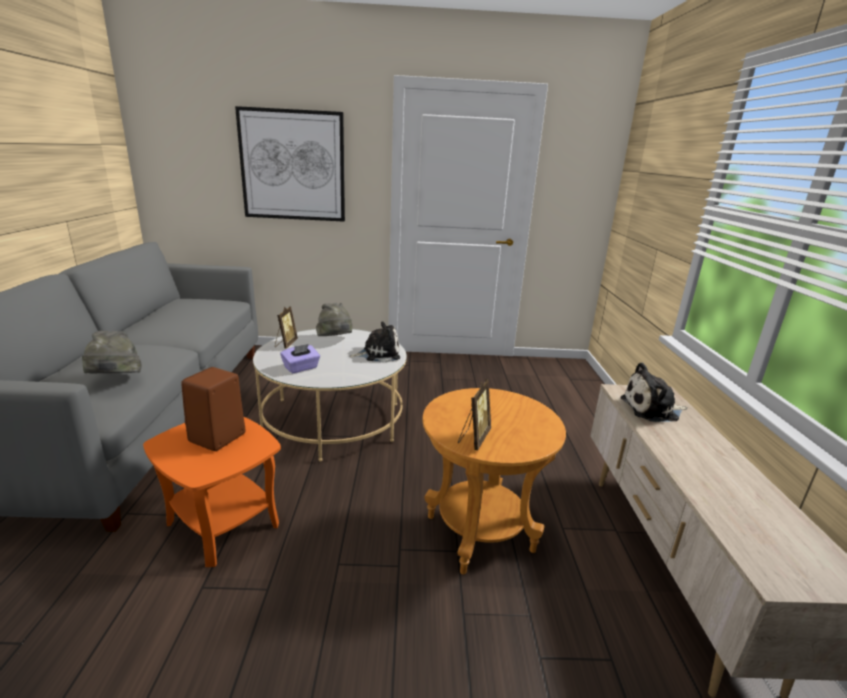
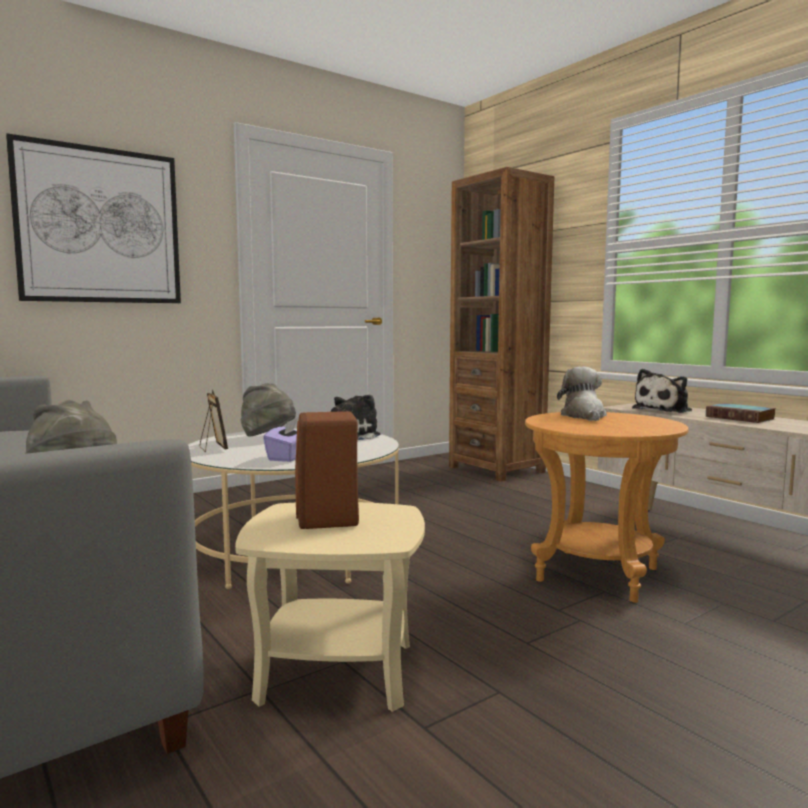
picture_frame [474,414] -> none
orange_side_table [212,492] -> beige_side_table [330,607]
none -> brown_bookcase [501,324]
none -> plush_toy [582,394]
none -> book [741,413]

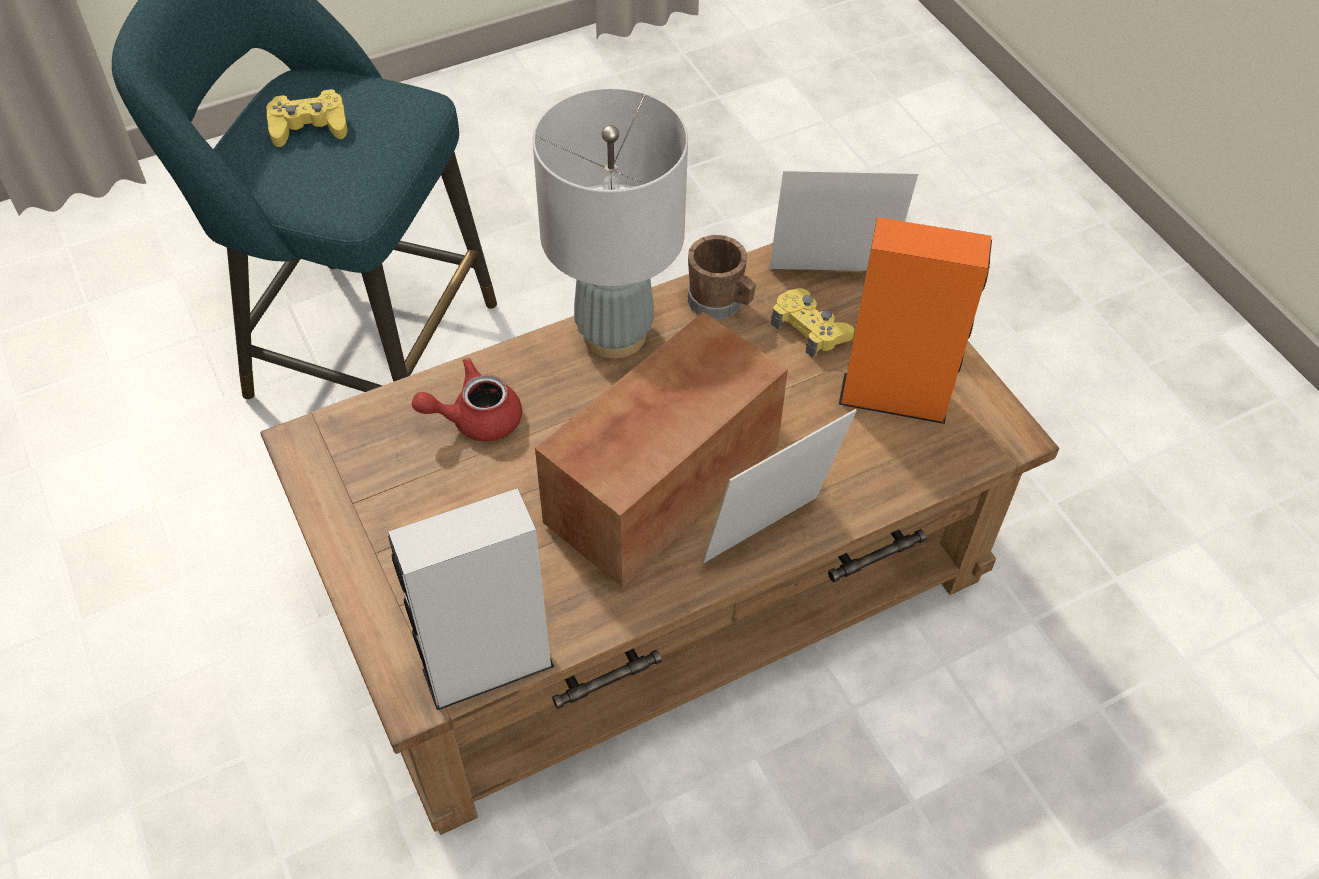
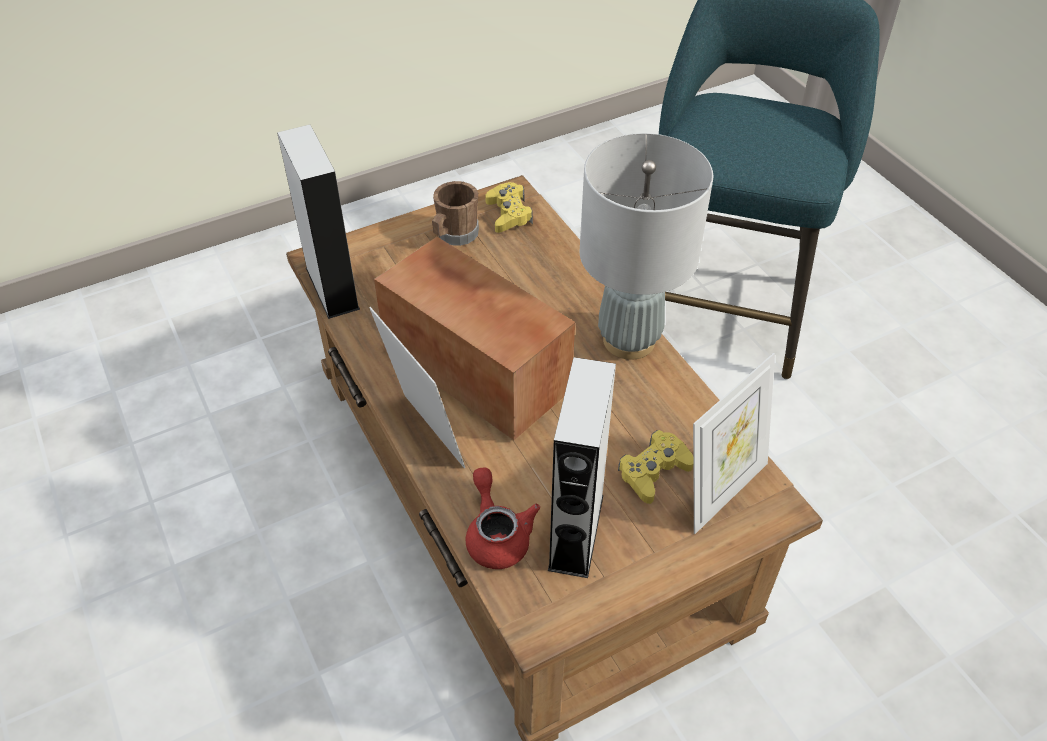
yellow_game_controller [307,118] -> yellow_game_controller [509,207], moved
picture_frame [843,220] -> picture_frame [734,443], 45 degrees clockwise
orange_speaker [915,320] -> grey_speaker [582,467]
brown_mug [722,277] -> brown_mug [455,213], moved
red_teapot [467,400] -> red_teapot [502,518], moved

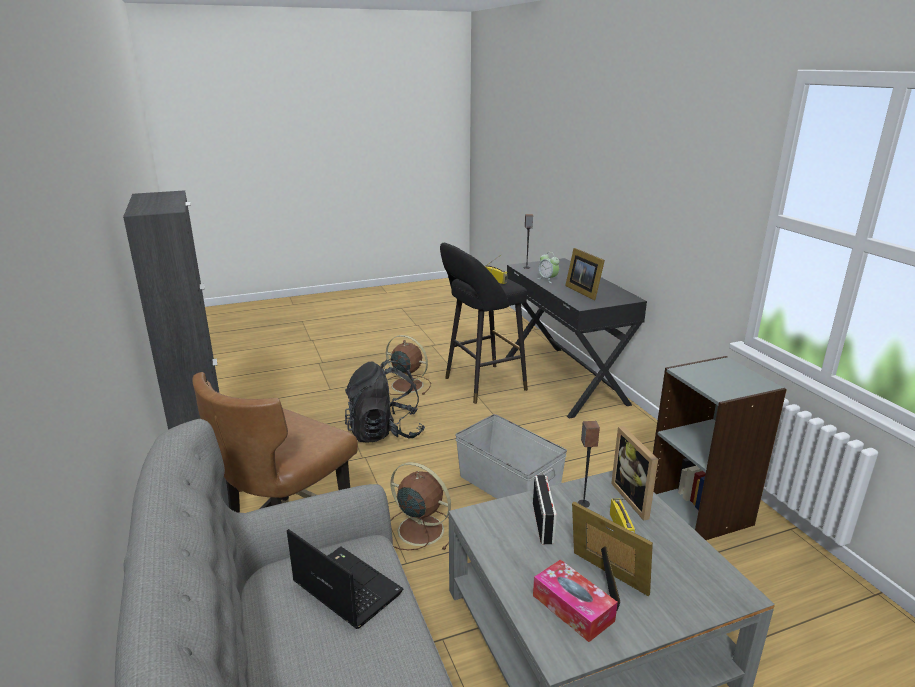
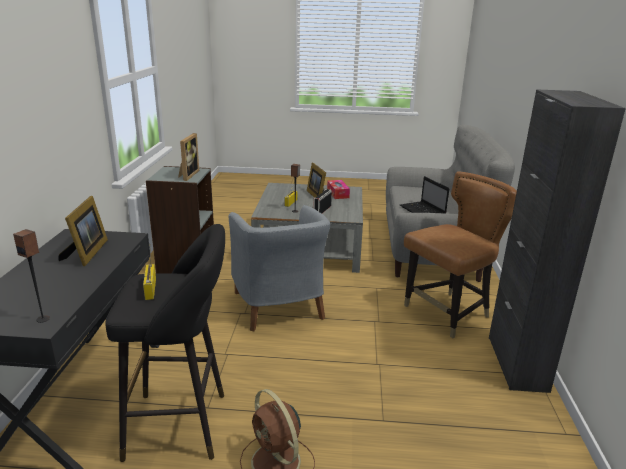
alarm_clock [549,267] -> none
black_backpack [385,401] -> none
grey_storage_box [511,456] -> grey_armchair [279,268]
picture_frame [634,473] -> picture_frame [188,157], moved
brown_fan [420,506] -> none

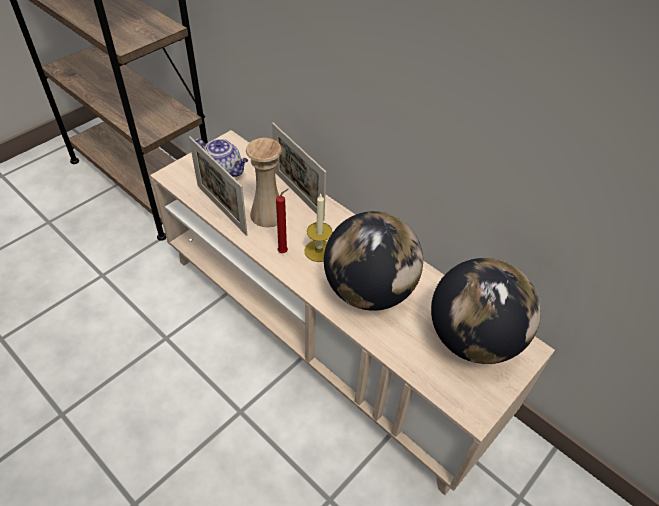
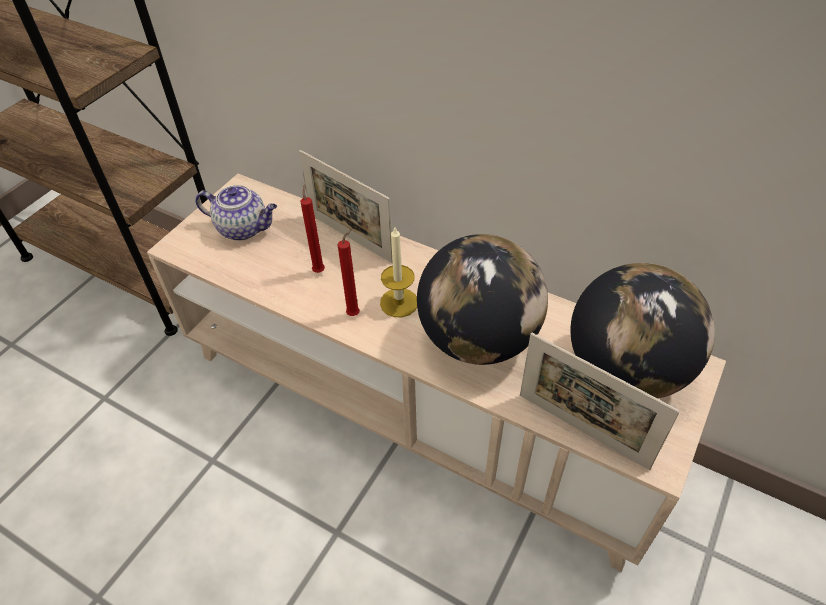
picture_frame [218,186] -> picture_frame [600,401], moved
beige_vase [264,183] -> red_candle [312,228]

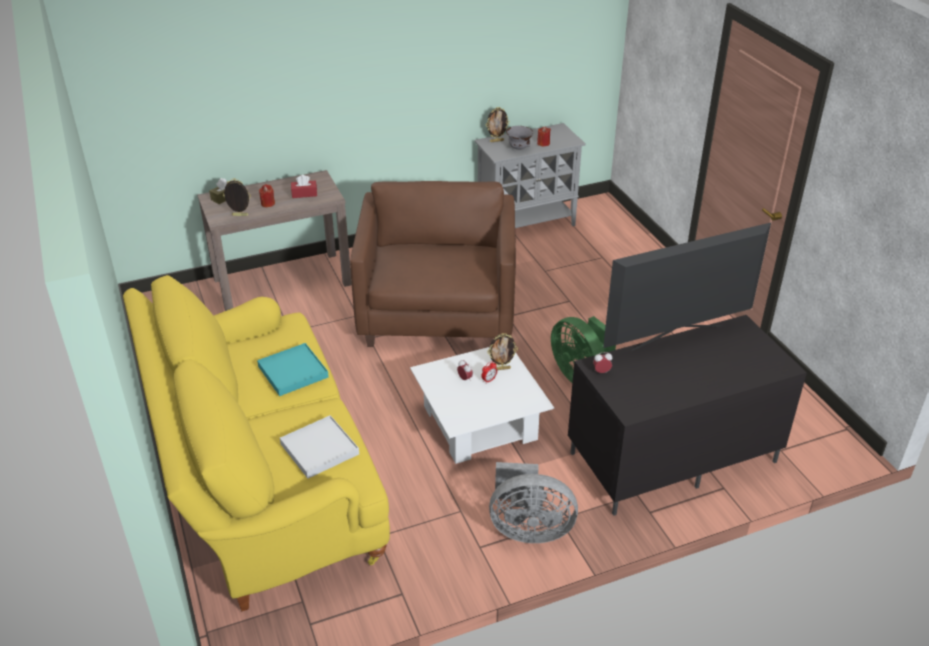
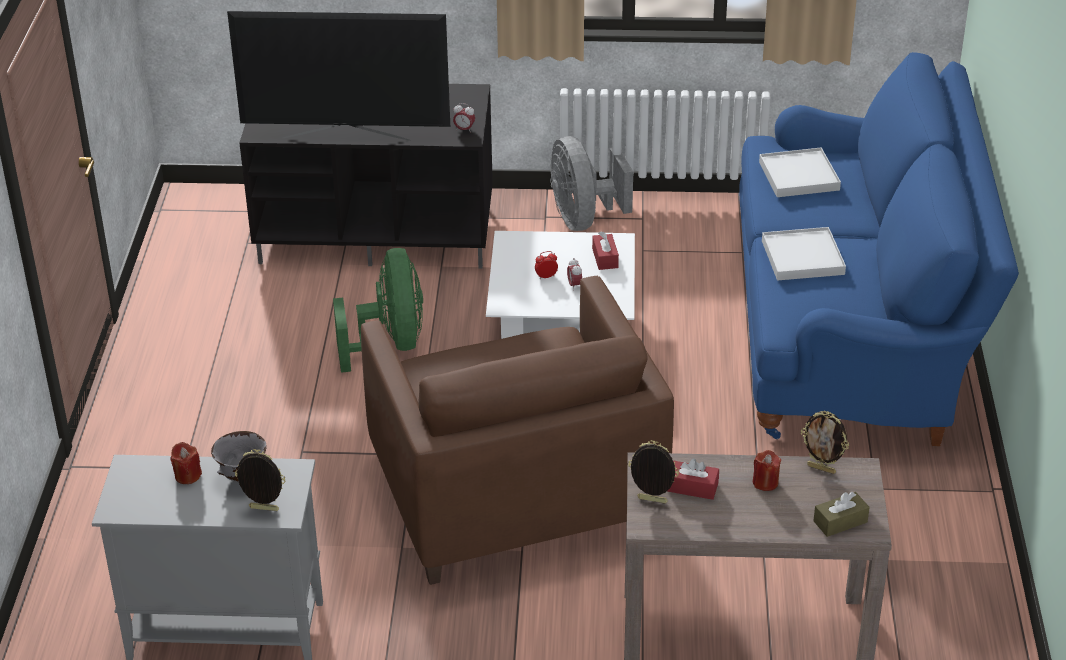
brown_armchair [433,264] -> brown_armchair [517,430], 45 degrees counterclockwise
yellow_sofa [256,443] -> blue_sofa [879,249]
picture_frame [502,351] -> picture_frame [653,471], moved
turquoise_tray [293,369] -> white_tray [804,254]
grey_fan [533,502] -> grey_fan [591,183], 135 degrees counterclockwise
none -> red_tissue_box [605,251]

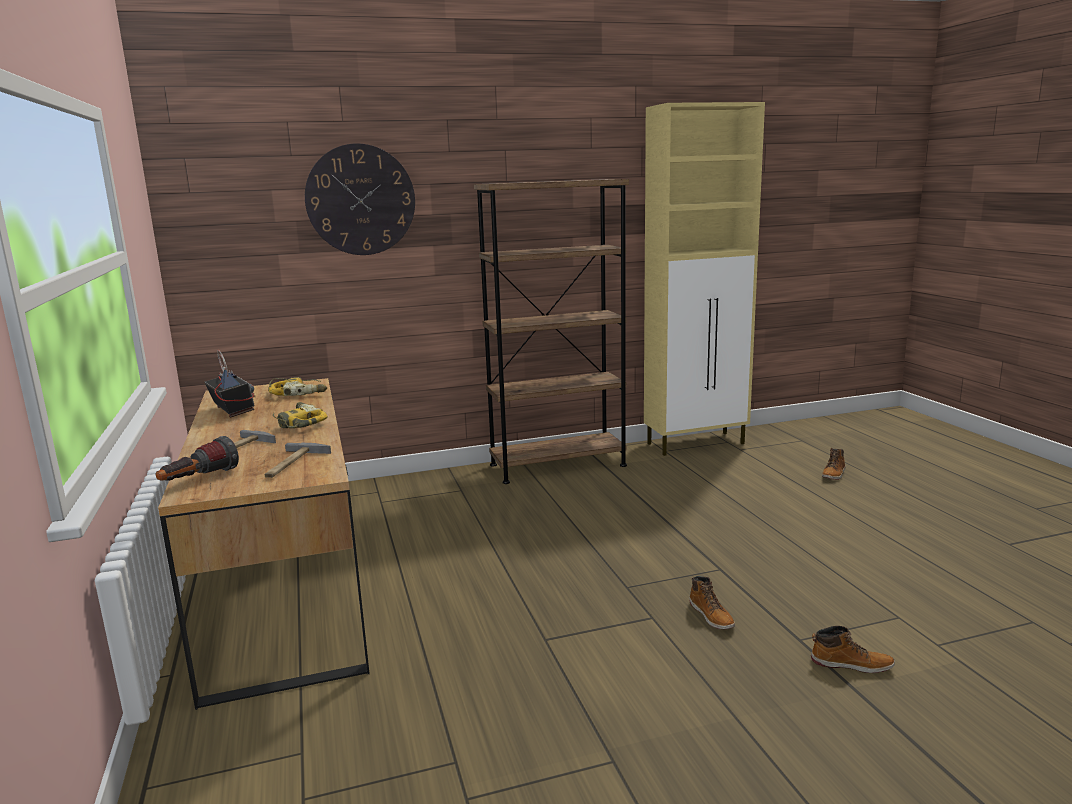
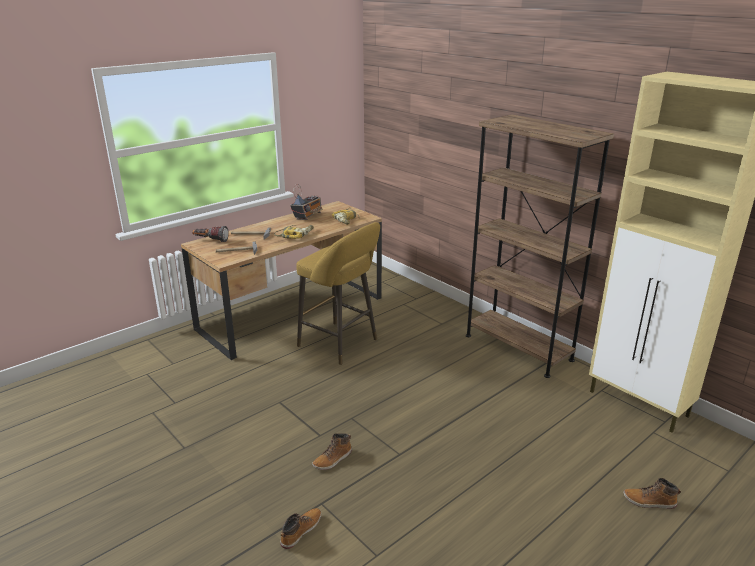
wall_clock [360,199] -> none
boot [853,649] -> boot [301,528], 135 degrees counterclockwise
none -> yellow_stool [338,293]

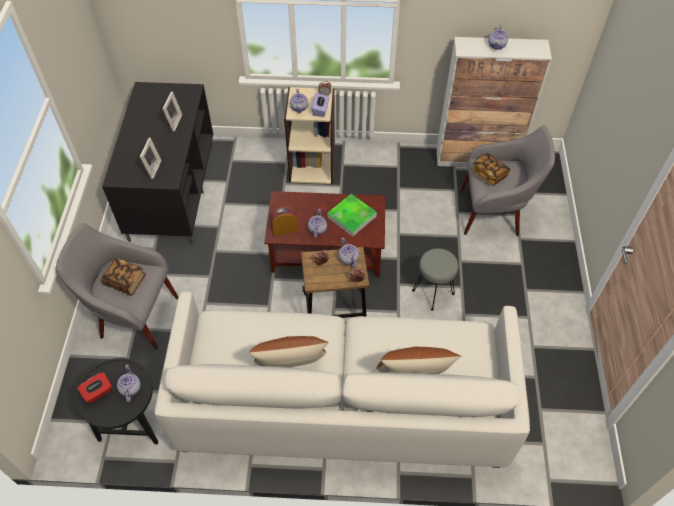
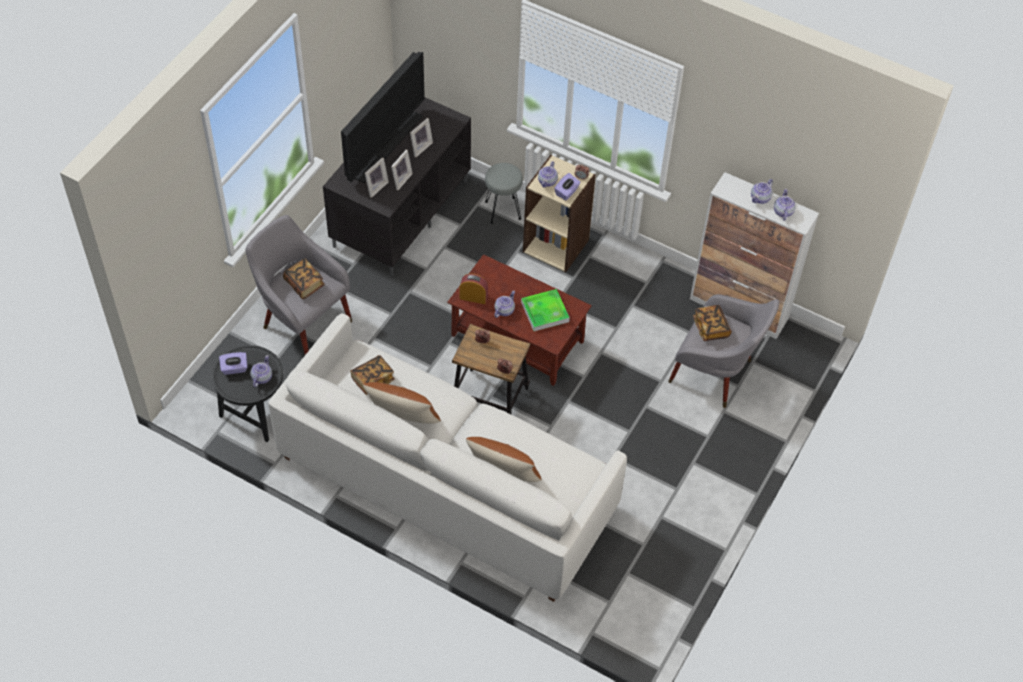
teapot [348,253] -> teapot [785,205], moved
grey_stool [435,279] -> grey_stool [504,193], moved
red_tissue_box [94,387] -> purple_tissue_box [233,363]
none -> television [383,117]
none -> picture_frame [402,169]
none -> book [372,375]

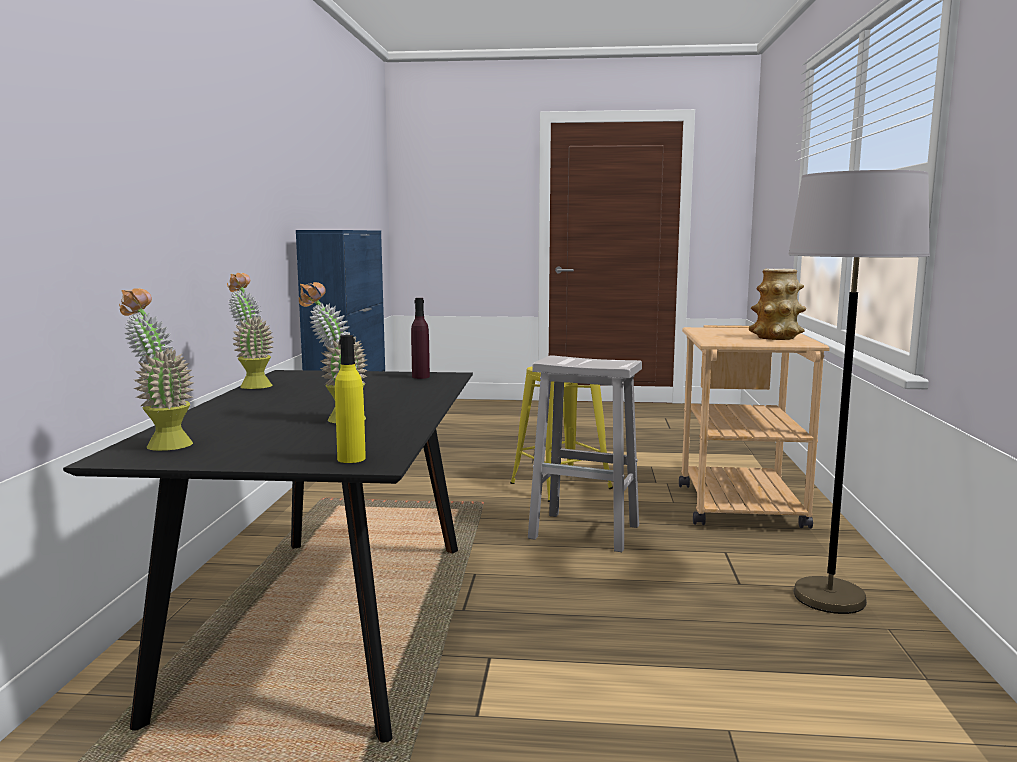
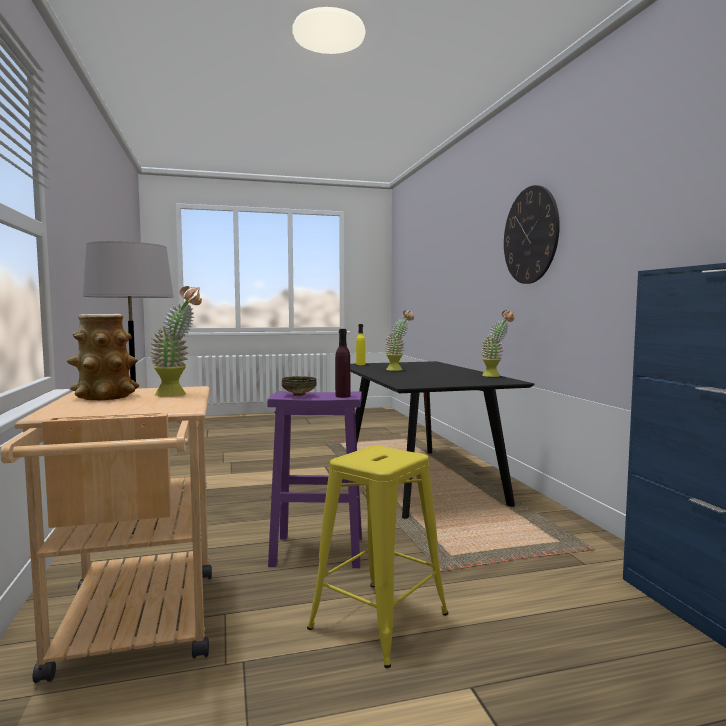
potted_plant [156,369] -> potted_plant [176,341], moved
purple_bottle [420,338] -> purple_bottle [342,363], moved
white_stool [585,453] -> purple_stool [314,479]
none -> wall_clock [532,234]
none -> bowl [299,386]

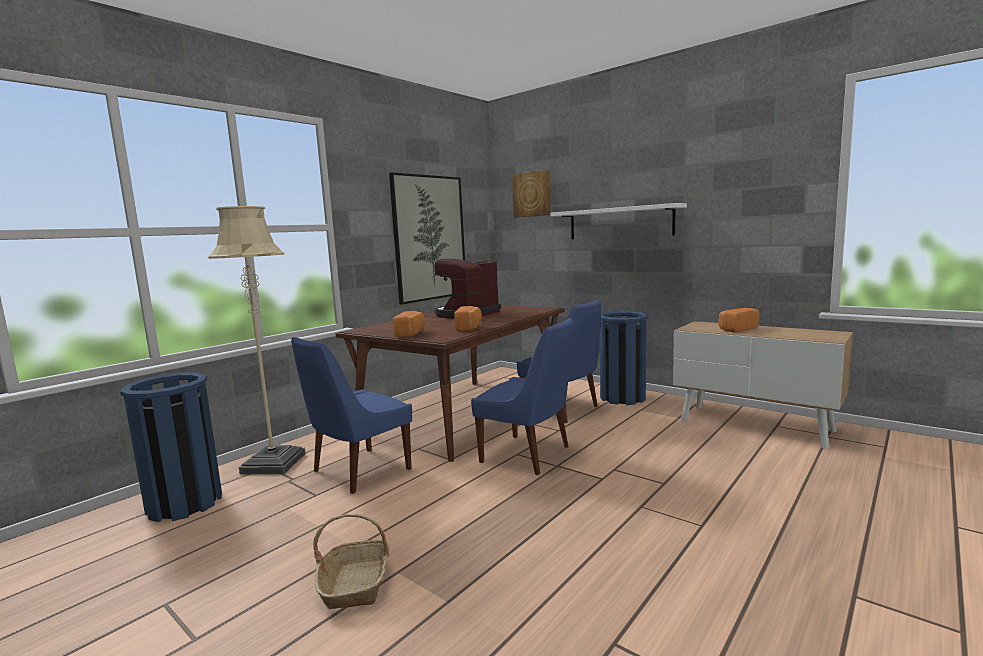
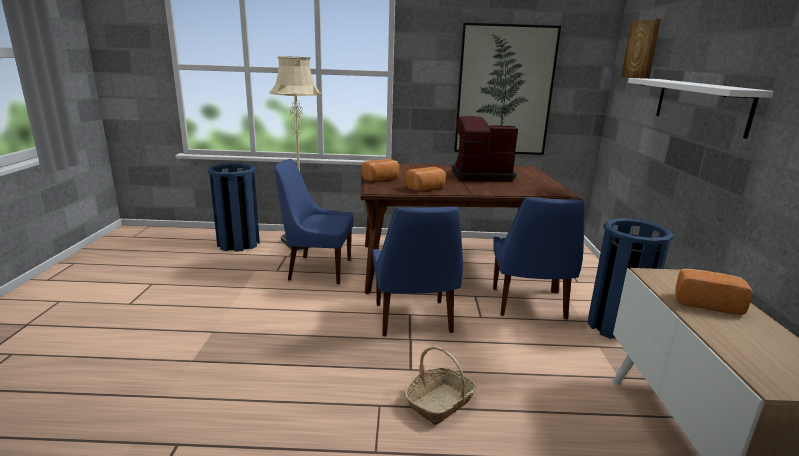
basket [351,561] -> basket [440,385], moved

